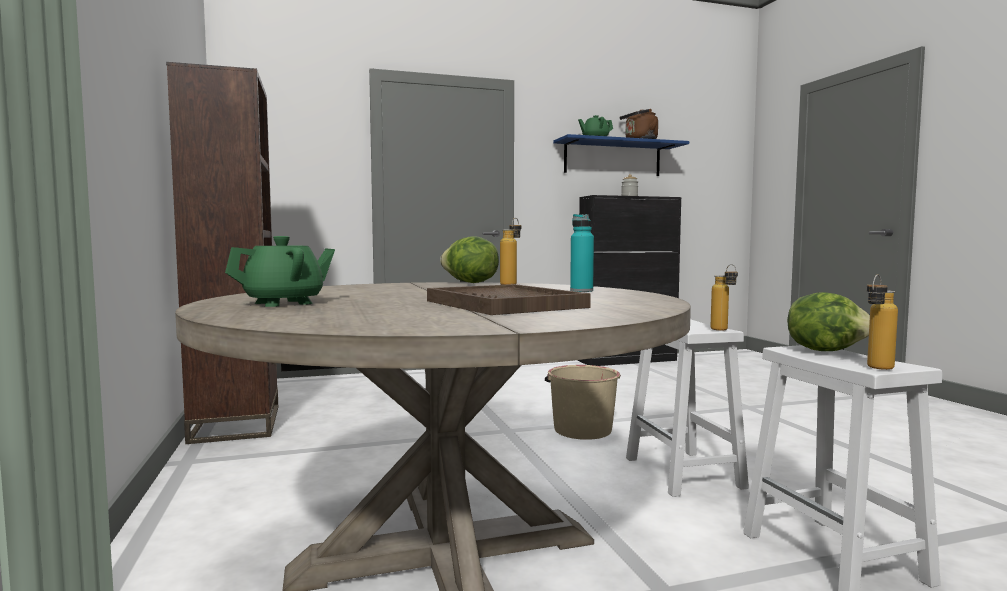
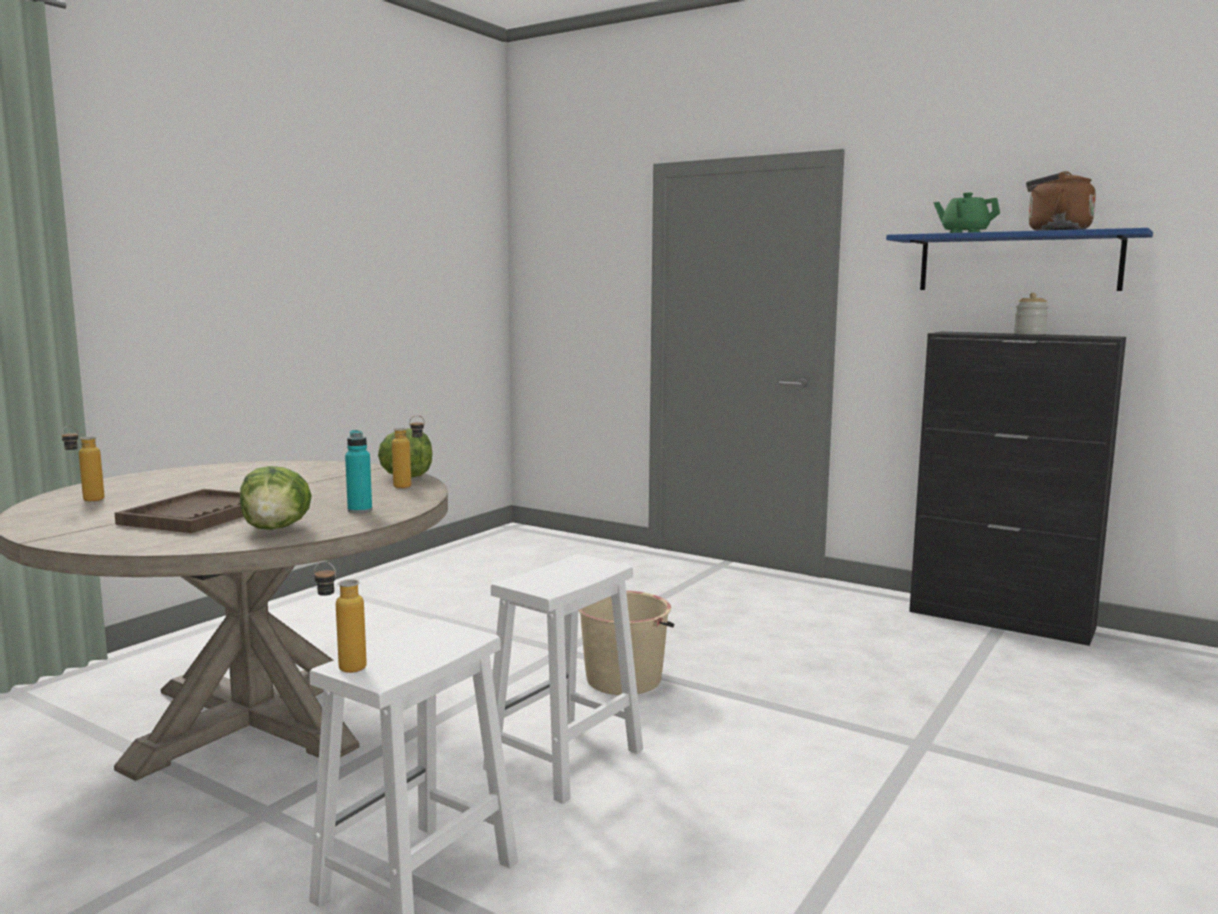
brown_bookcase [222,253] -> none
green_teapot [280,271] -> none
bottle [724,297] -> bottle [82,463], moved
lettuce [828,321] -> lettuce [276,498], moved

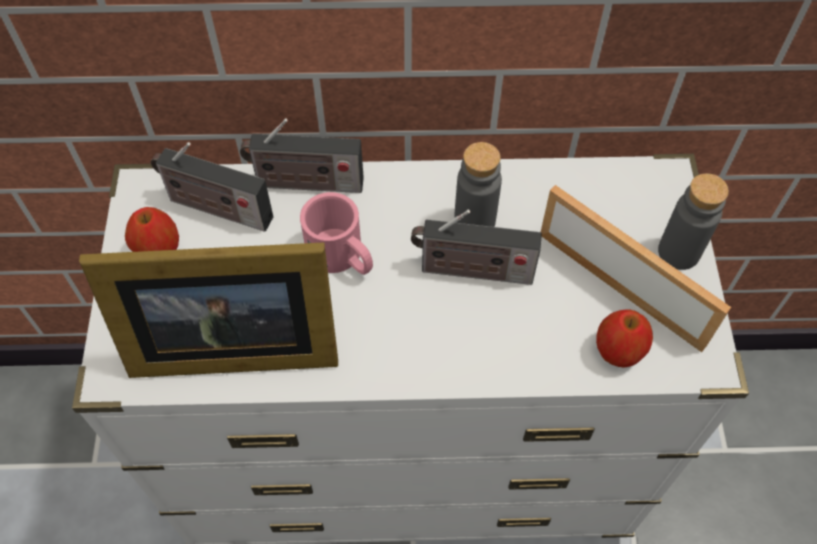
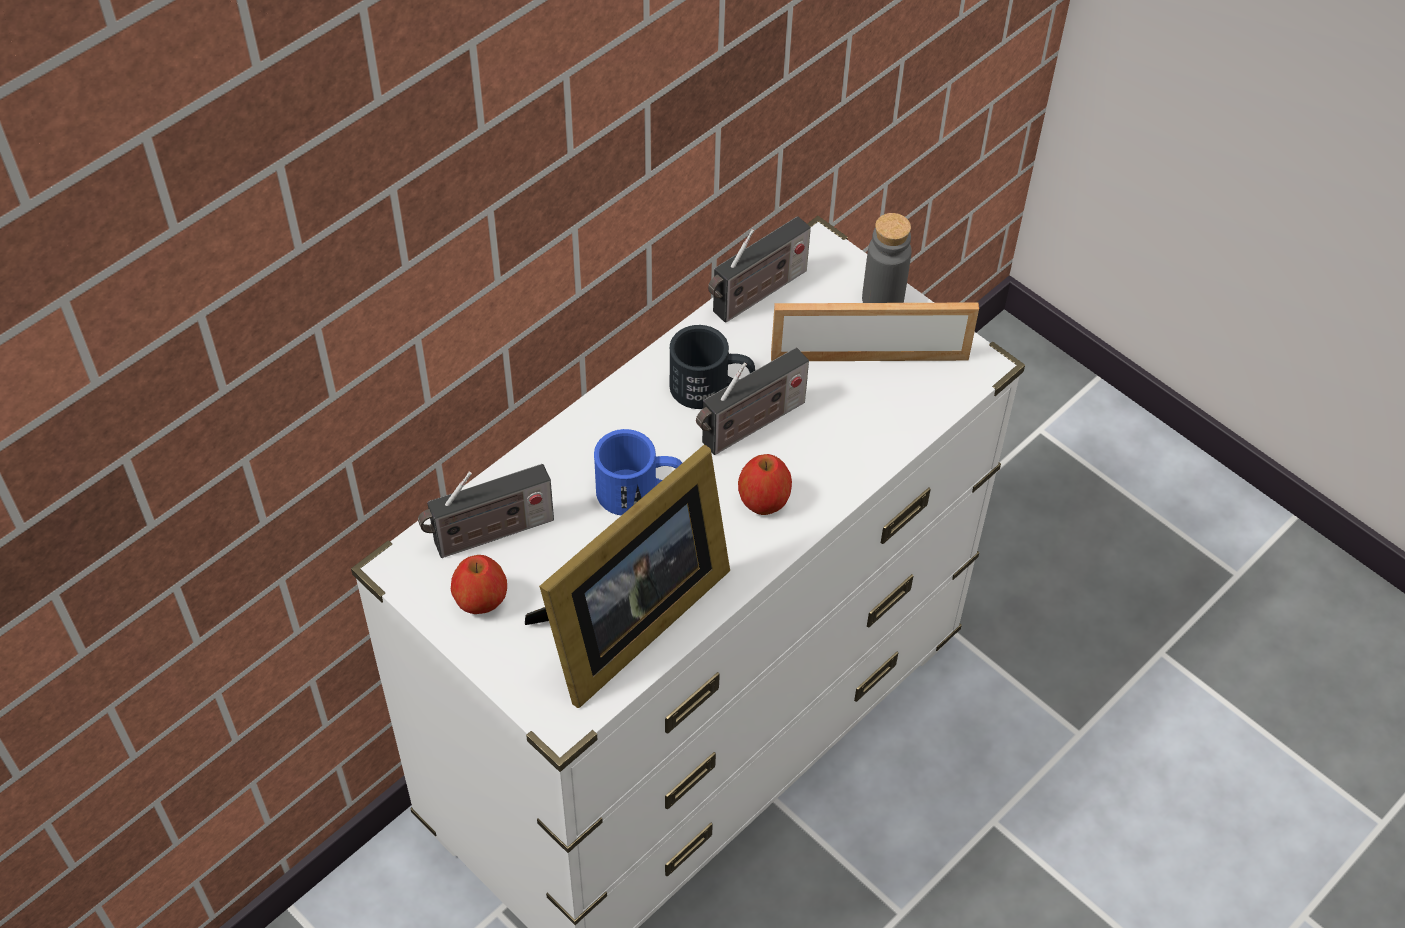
radio [302,156] -> radio [759,269], moved
grey_bottle [478,184] -> black_mug [712,367]
pink_mug [336,233] -> blue_mug [638,472]
apple [624,338] -> apple [765,484], moved

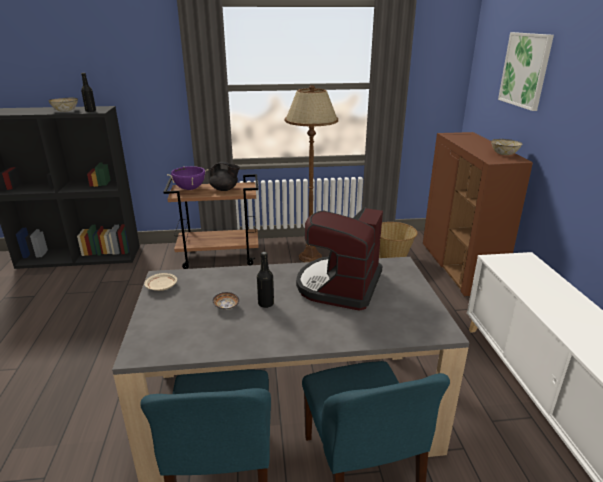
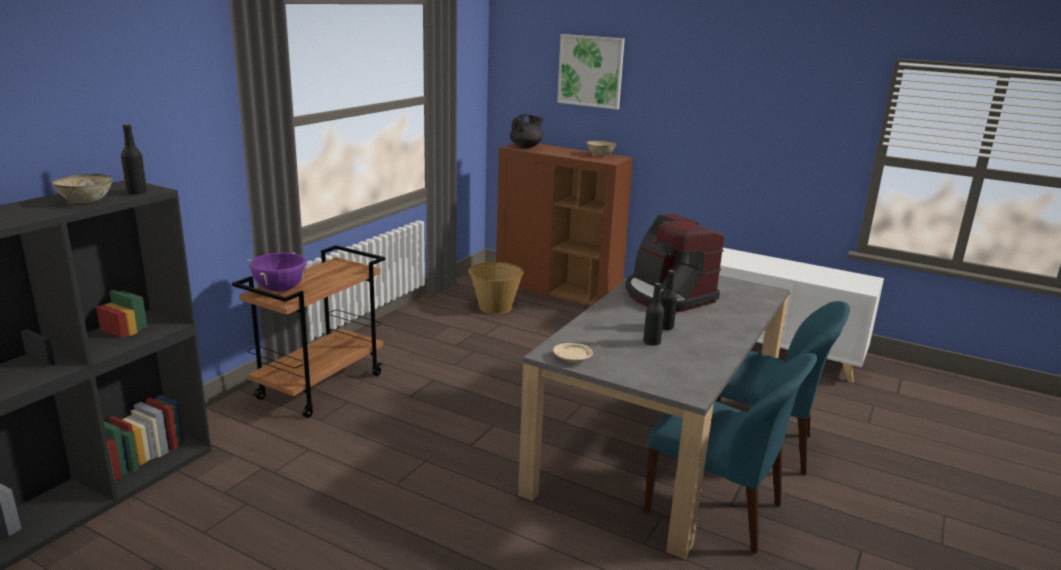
brown_floor_lamp [311,173] -> none
black_teapot [224,176] -> black_teapot [526,131], moved
bowl [226,301] -> black_bottle [653,314]

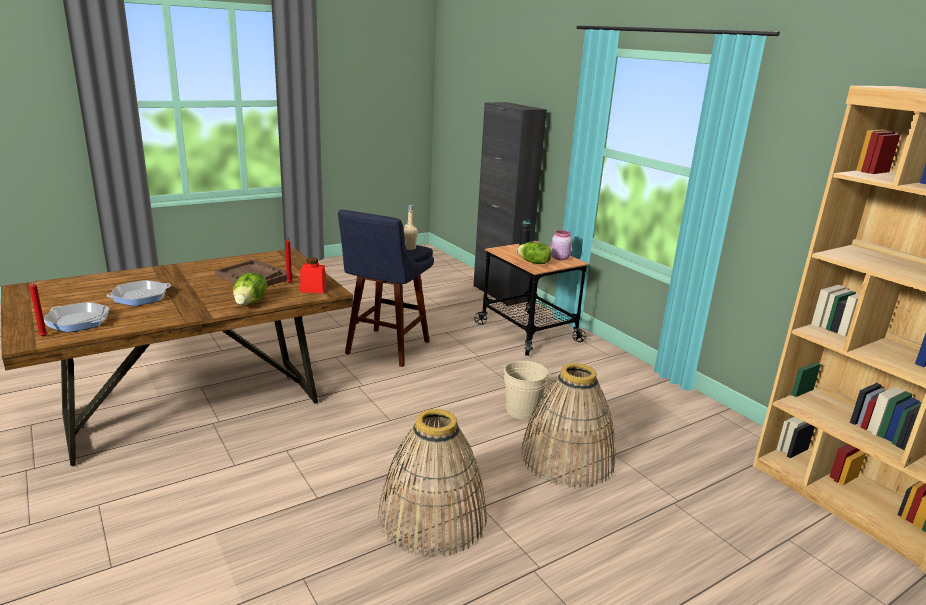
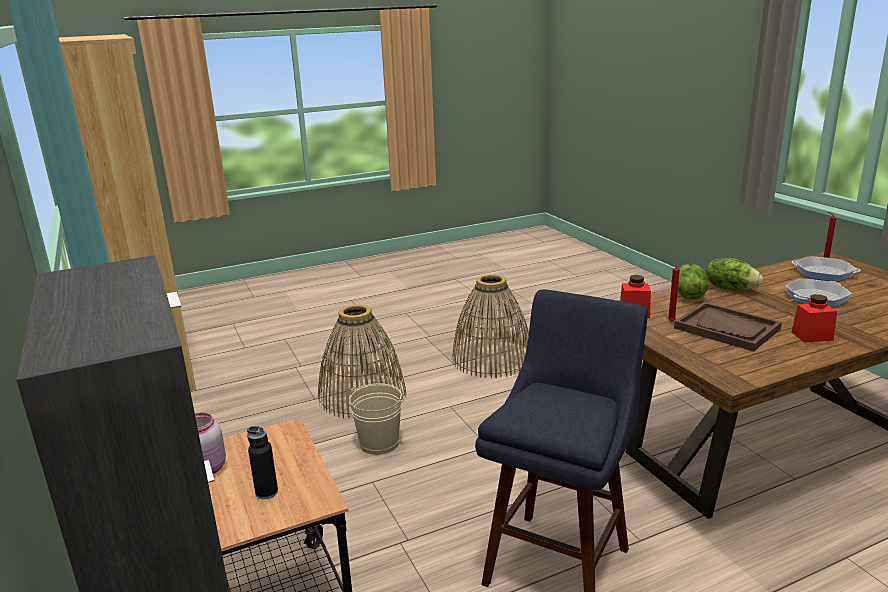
beige_bottle [410,227] -> none
lettuce [534,253] -> lettuce [734,274], moved
none -> red_jar [814,318]

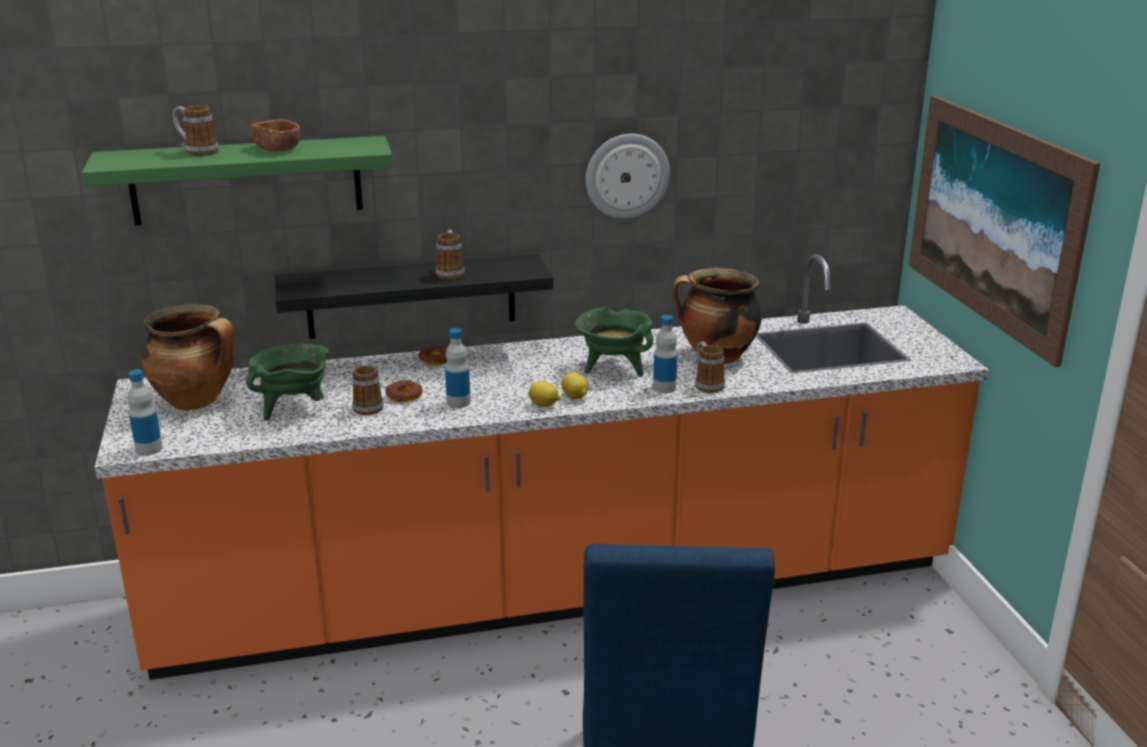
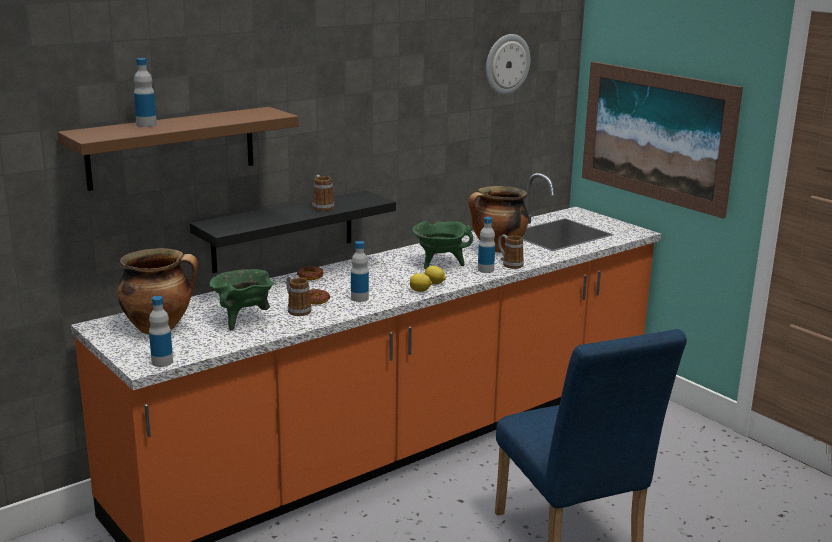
mug [196,130] -> bottle [145,92]
brown_bowl [275,135] -> none
wall_clock [628,176] -> wall_clock [508,64], moved
green_shelf [237,180] -> brown_shelf [178,149]

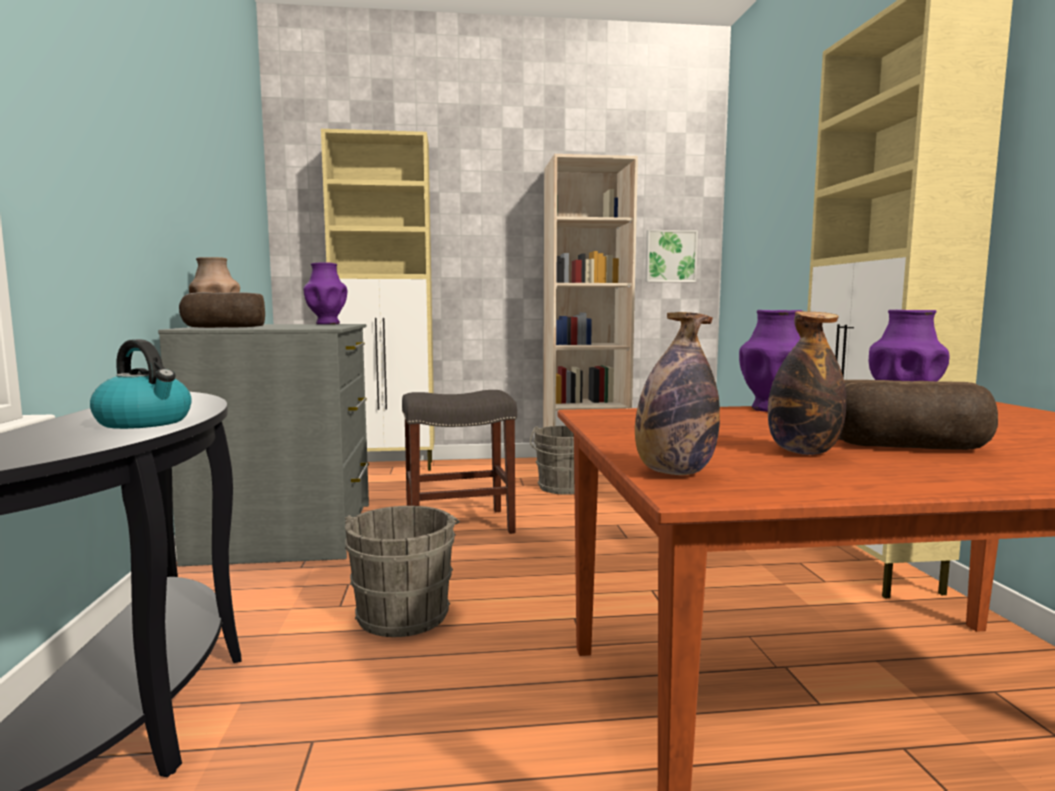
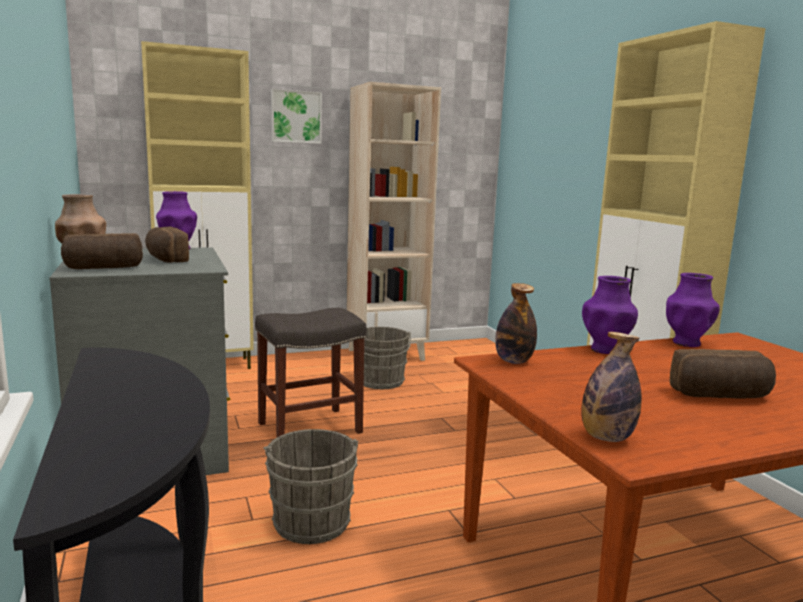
picture [671,256] -> picture [296,116], moved
bottle [807,383] -> bottle [516,323], moved
kettle [141,384] -> none
none -> bread [167,245]

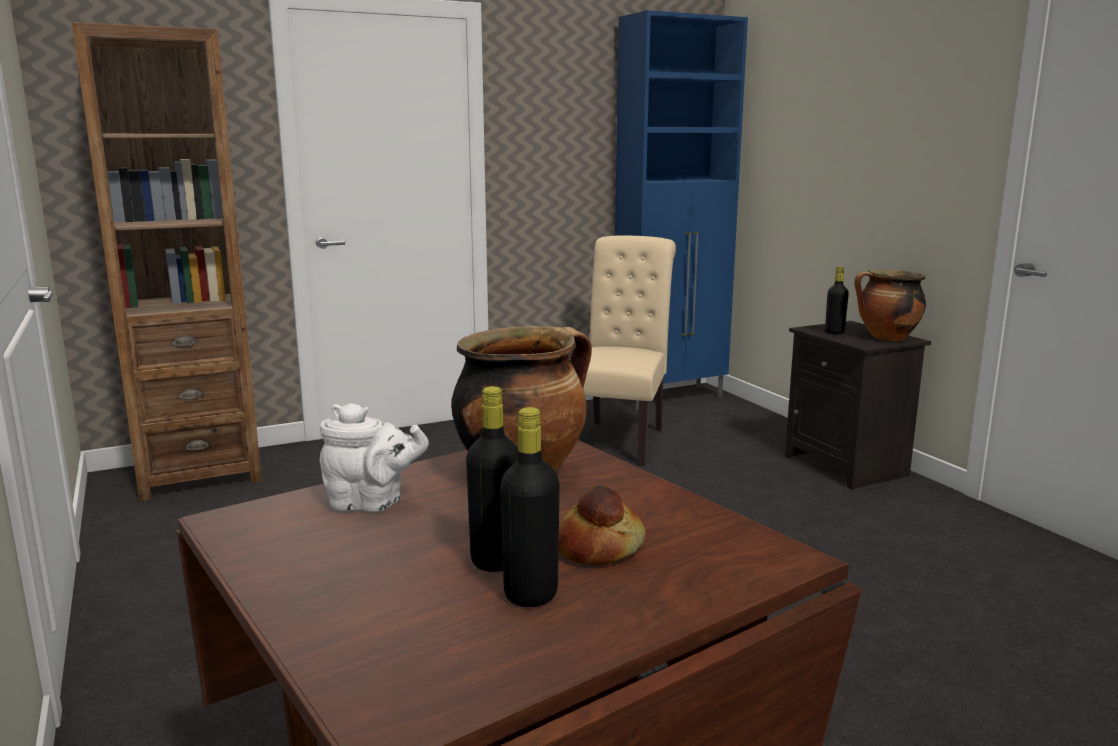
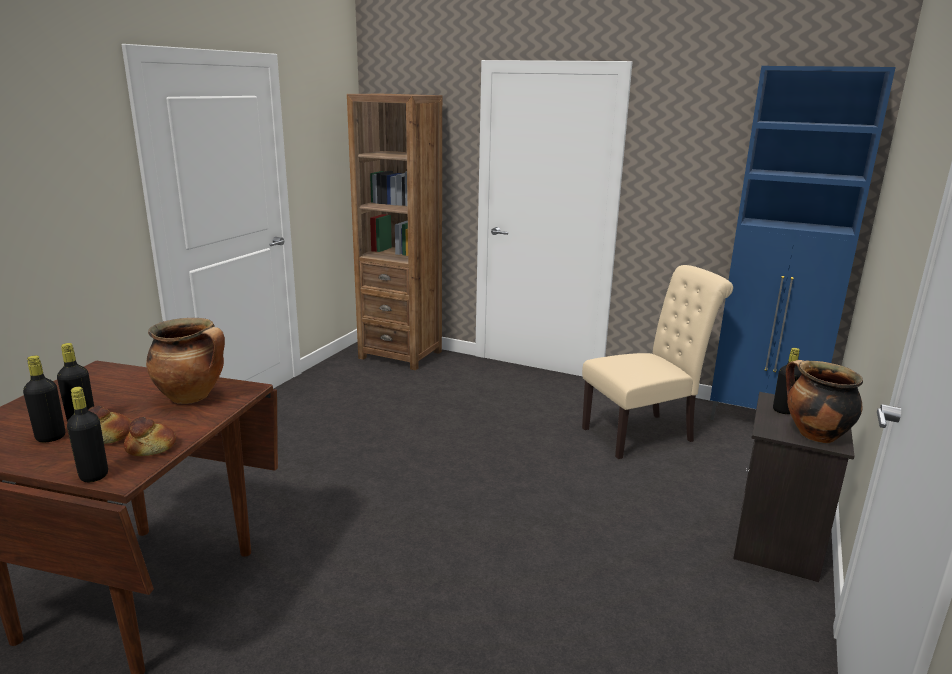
white_teapot [374,457] -> none
none -> black_bottle [87,434]
none -> bread [150,436]

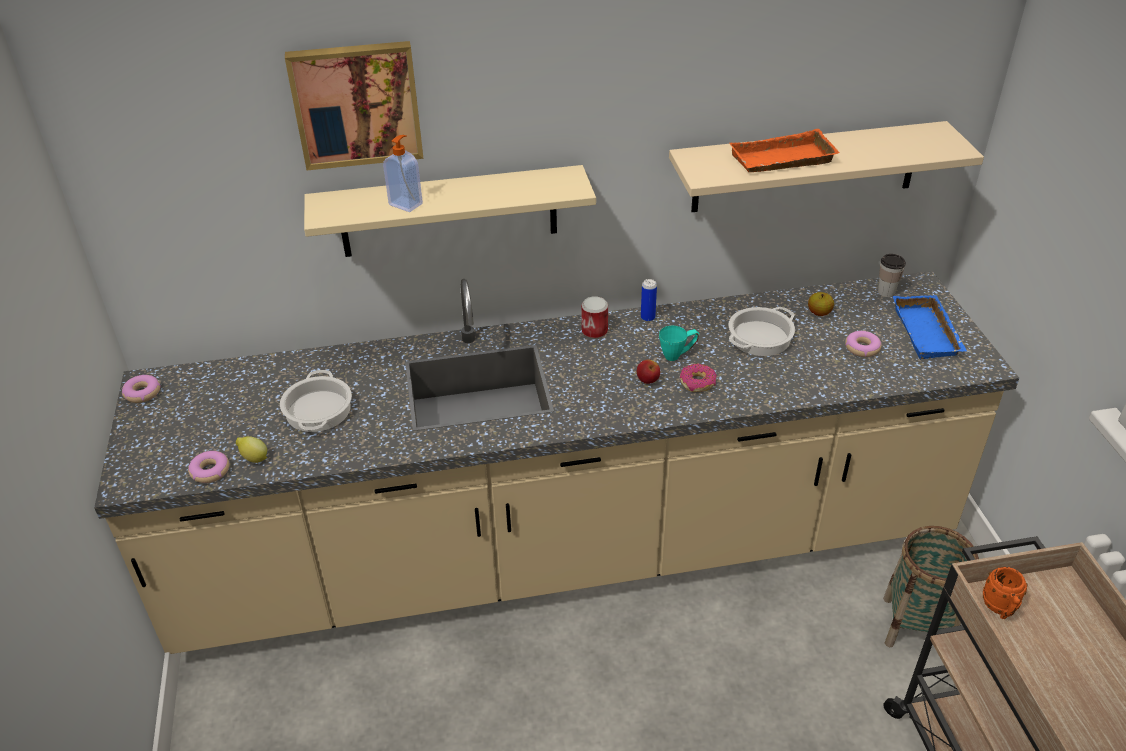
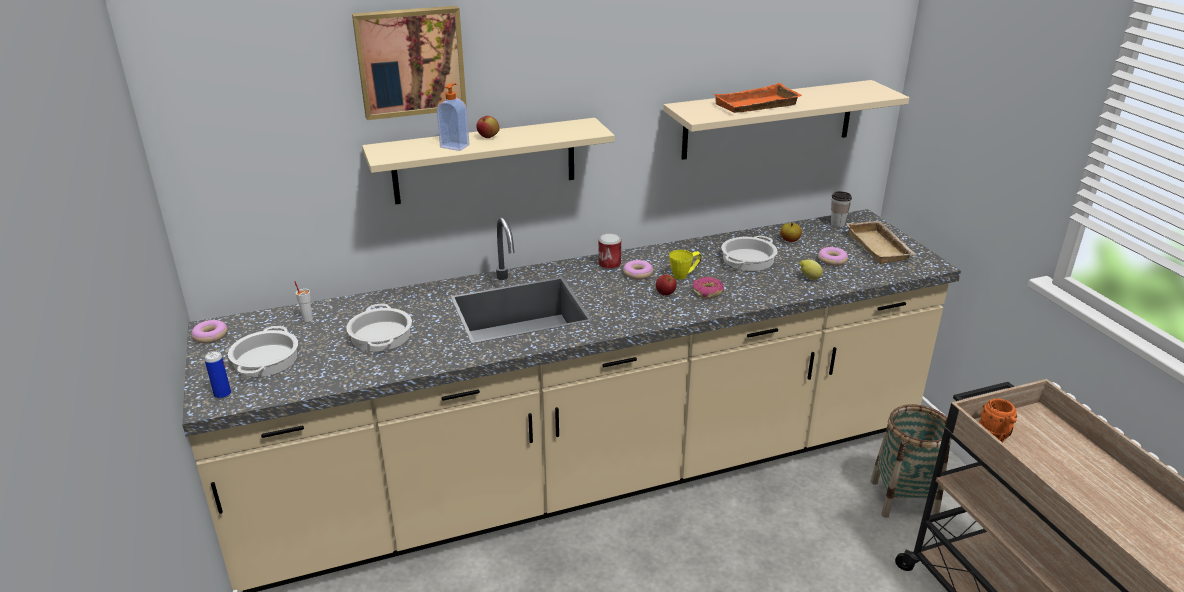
can [649,300] -> can [218,375], moved
blue_tray [930,327] -> beige_tray [881,242]
turquoise_mug [679,343] -> yellow_mug [685,265]
lemon [251,449] -> lemon [810,269], moved
donut [208,467] -> donut [638,270], moved
none -> apple [488,127]
none -> white_cup [303,301]
none -> cooking_pot [263,351]

